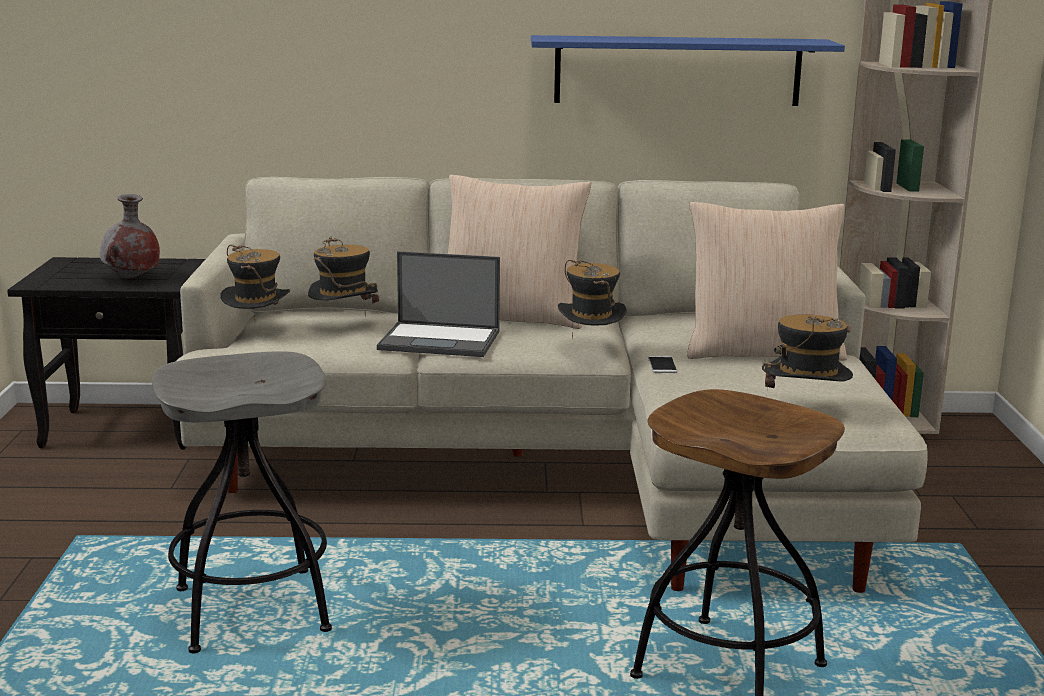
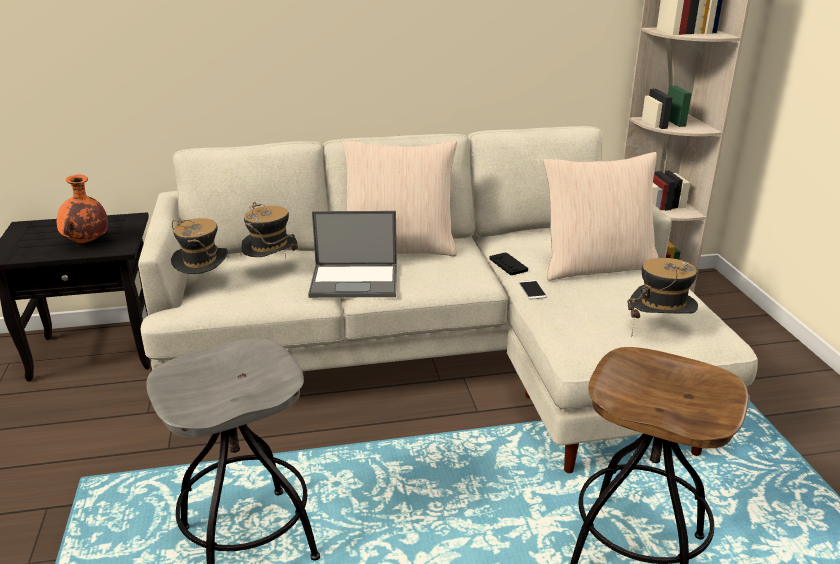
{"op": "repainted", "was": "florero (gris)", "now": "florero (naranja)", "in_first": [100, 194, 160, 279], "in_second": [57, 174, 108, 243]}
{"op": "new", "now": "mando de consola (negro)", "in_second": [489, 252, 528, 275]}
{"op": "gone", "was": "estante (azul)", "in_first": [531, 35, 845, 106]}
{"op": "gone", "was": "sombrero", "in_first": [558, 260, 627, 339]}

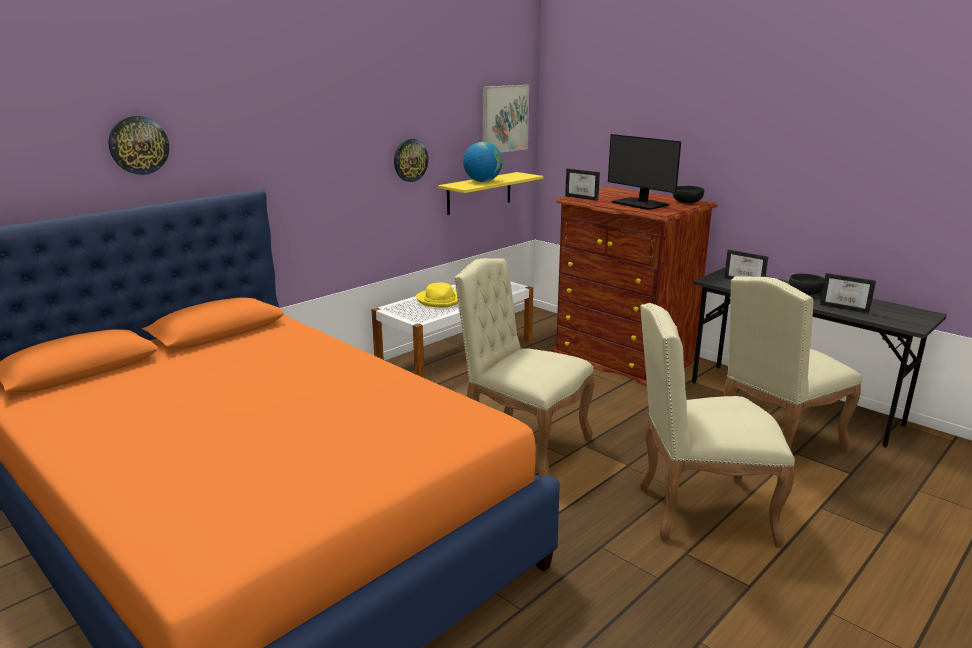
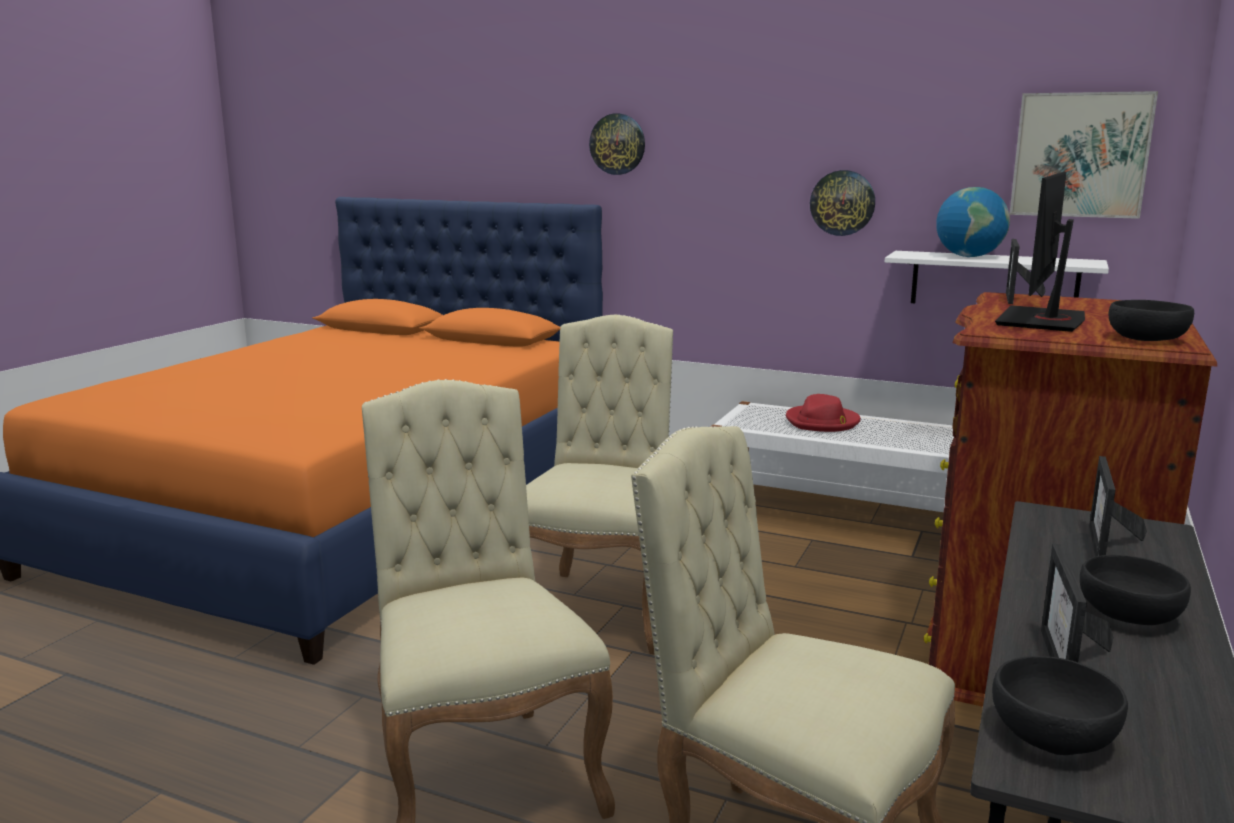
{"op": "shifted", "was": "reloj de pared", "in_first": [108, 116, 169, 175], "in_second": [589, 113, 645, 175]}
{"op": "repainted", "was": "sombrero (amarillo)", "now": "sombrero (rojo)", "in_first": [416, 282, 458, 308], "in_second": [786, 394, 861, 432]}
{"op": "repainted", "was": "estante (amarillo)", "now": "estante (blanco)", "in_first": [438, 172, 543, 215], "in_second": [885, 251, 1109, 303]}
{"op": "new", "now": "cuenco (negro)", "in_second": [992, 656, 1128, 755]}

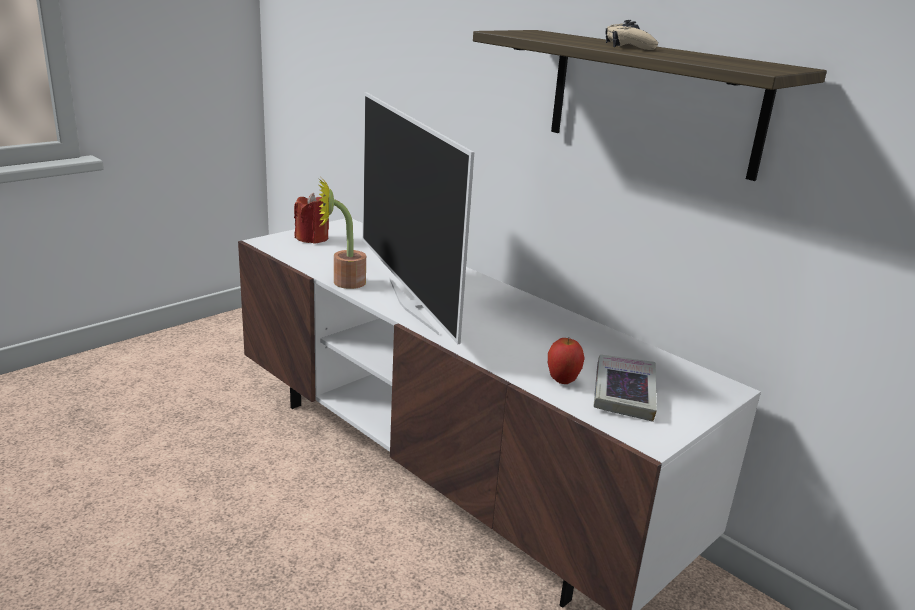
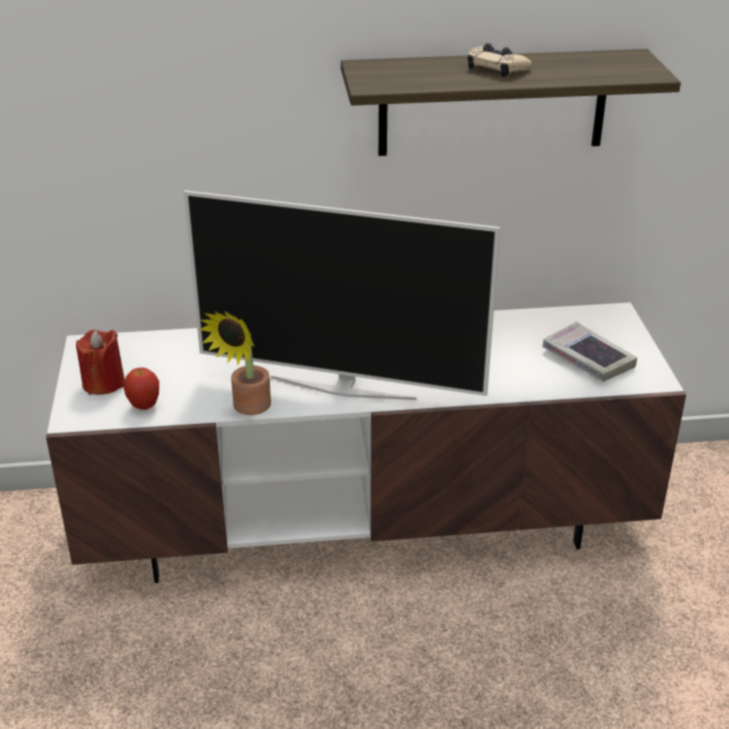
{"op": "shifted", "was": "manzana", "in_first": [548, 338, 585, 384], "in_second": [124, 367, 159, 410]}

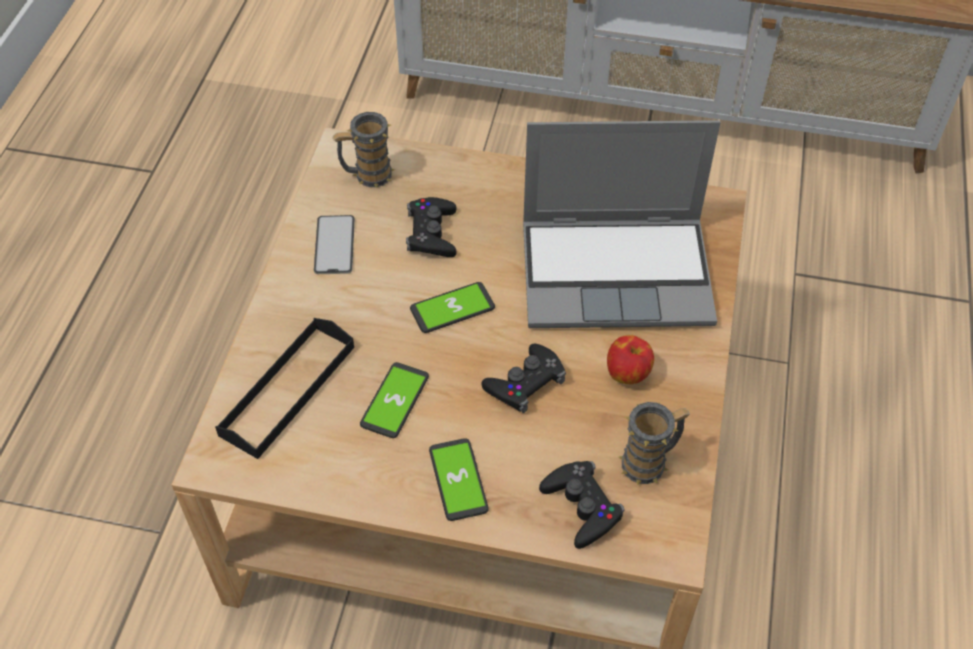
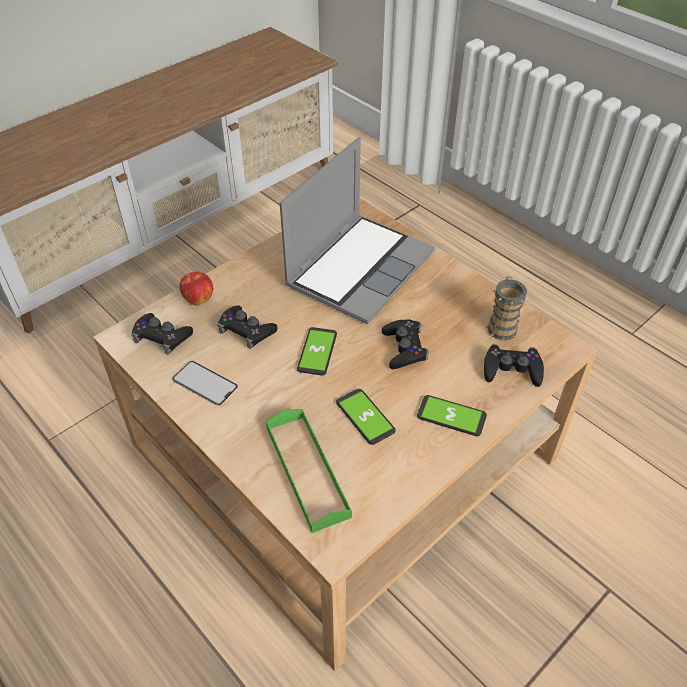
{"op": "swapped", "was": "taza grande", "now": "mando de consola (negro)", "in_first": [332, 112, 395, 187], "in_second": [132, 313, 193, 354]}
{"op": "shifted", "was": "manzana", "in_first": [607, 335, 654, 384], "in_second": [179, 272, 213, 306]}
{"op": "repainted", "was": "bandeja (negro)", "now": "bandeja (verde)", "in_first": [215, 318, 354, 459], "in_second": [266, 409, 352, 533]}

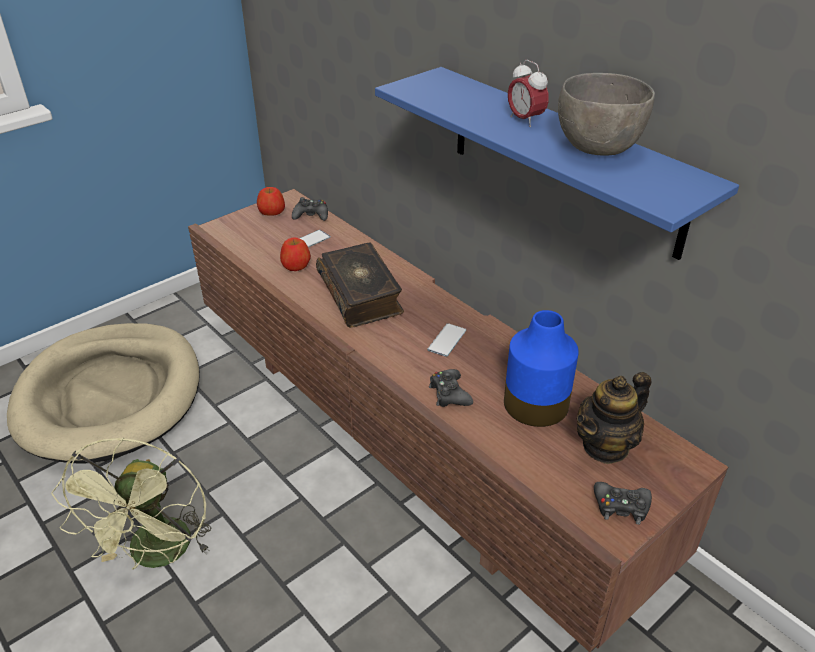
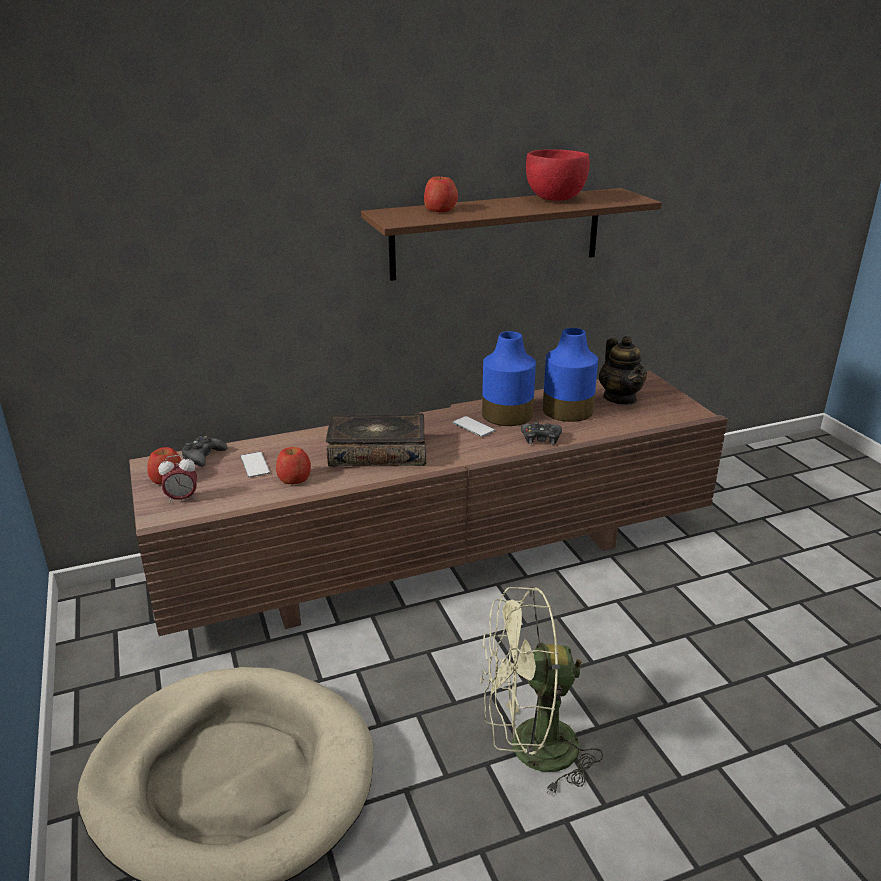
{"op": "shifted", "was": "despertador", "in_first": [508, 60, 549, 127], "in_second": [158, 455, 197, 504]}
{"op": "repainted", "was": "estante (azul)", "now": "estante (marrón)", "in_first": [375, 67, 739, 260], "in_second": [361, 188, 662, 281]}
{"op": "new", "now": "manzana", "in_second": [424, 175, 458, 212]}
{"op": "rotated", "was": "ventilador (verde)", "in_first": [51, 437, 212, 570], "in_second": [481, 587, 603, 796], "clockwise": 150}
{"op": "new", "now": "florero (azul)", "in_second": [482, 331, 536, 426]}
{"op": "repainted", "was": "cuenco (gris)", "now": "cuenco (rojo)", "in_first": [558, 73, 655, 155], "in_second": [526, 149, 590, 201]}
{"op": "gone", "was": "mando de consola (negro)", "in_first": [594, 482, 652, 525]}

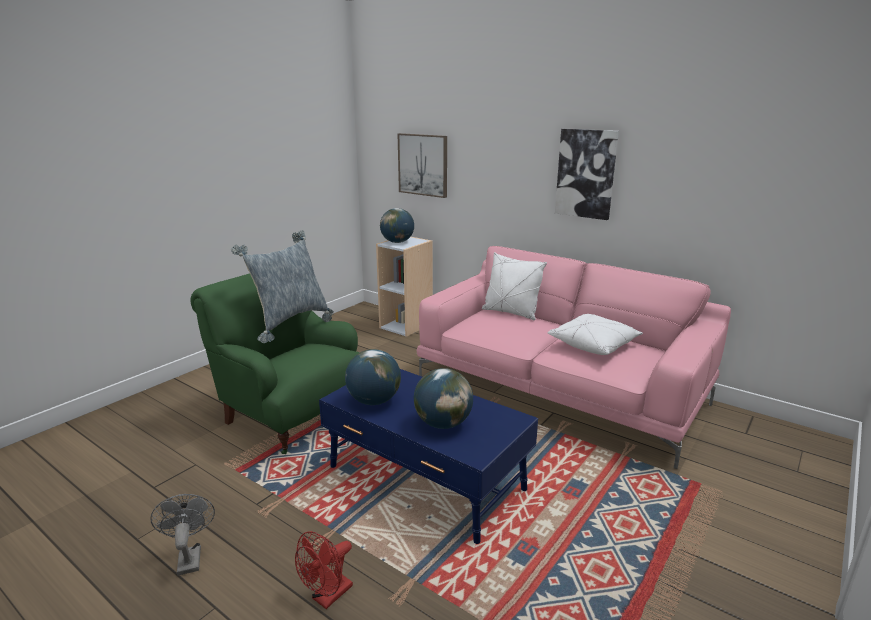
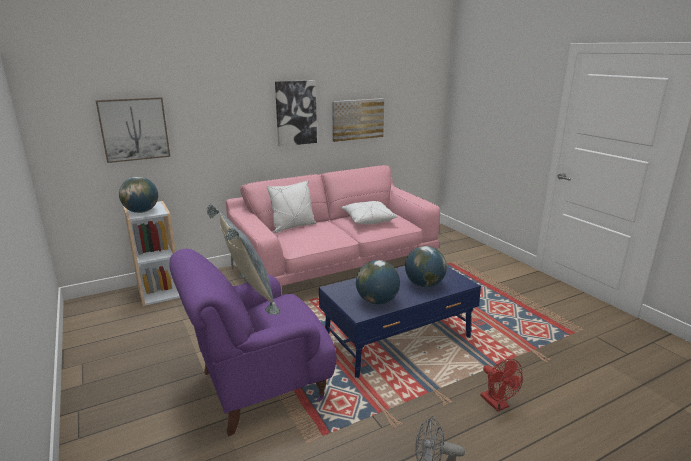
{"op": "repainted", "was": "sillón (verde)", "now": "sillón (morado)", "in_first": [191, 273, 360, 454], "in_second": [169, 249, 337, 436]}
{"op": "new", "now": "cuadro", "in_second": [332, 98, 384, 142]}

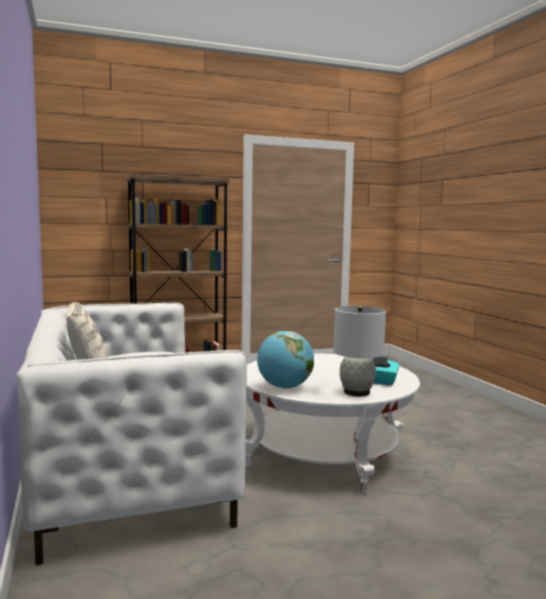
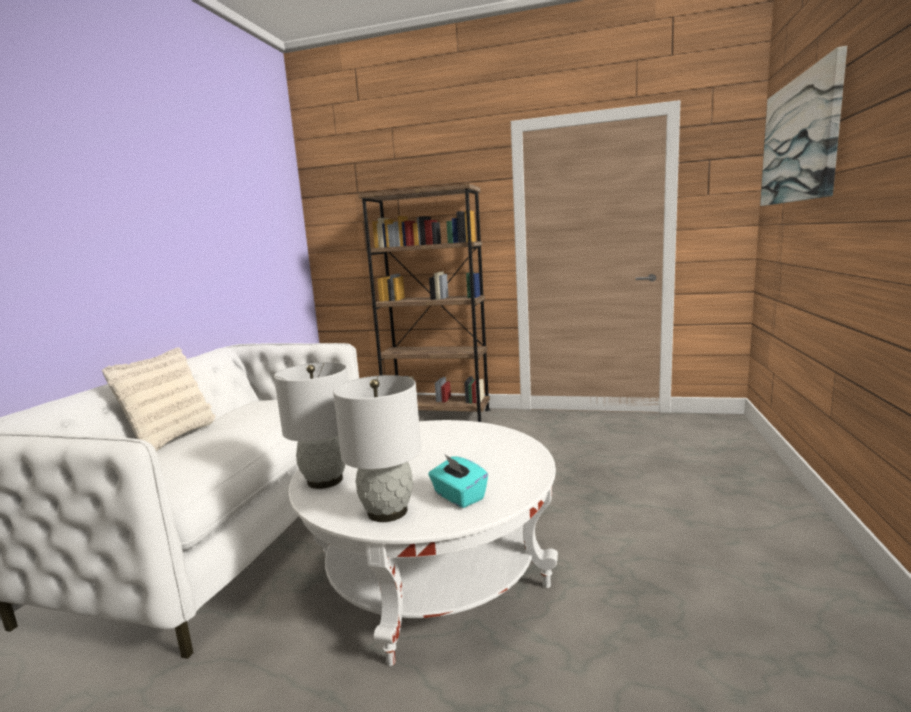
{"op": "swapped", "was": "globo terráqueo", "now": "lámpara de mesa (blanco)", "in_first": [257, 331, 314, 389], "in_second": [274, 362, 348, 489]}
{"op": "new", "now": "cuadro", "in_second": [760, 46, 847, 206]}

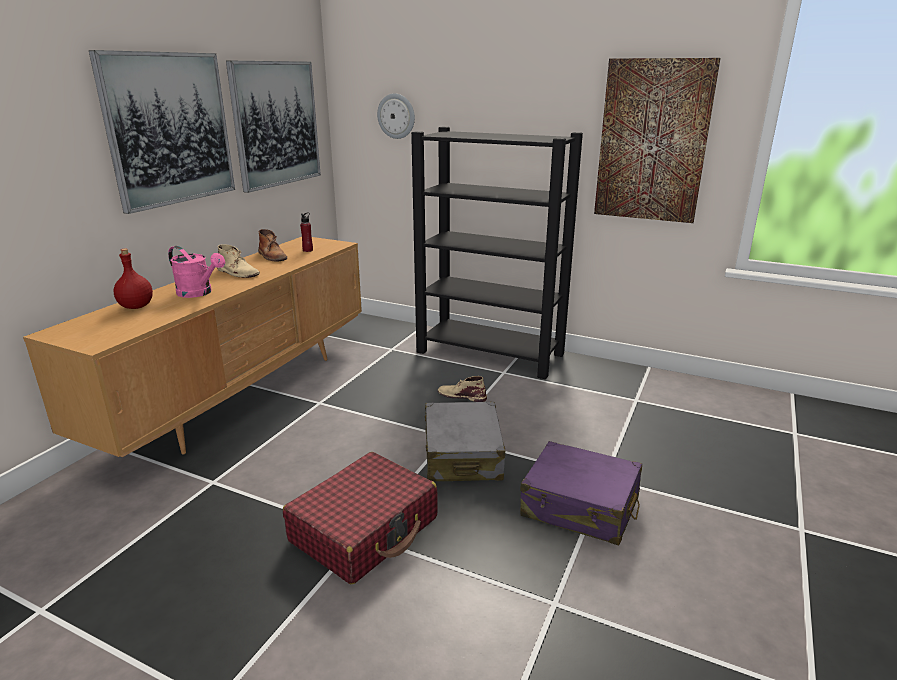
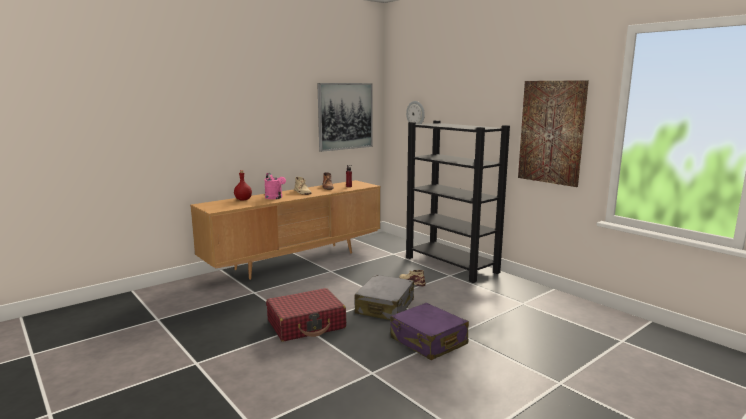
{"op": "gone", "was": "cuadro", "in_first": [89, 50, 235, 214]}

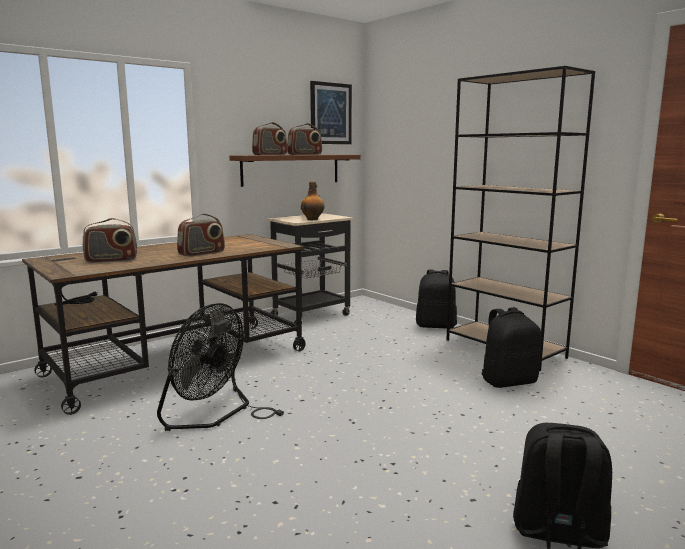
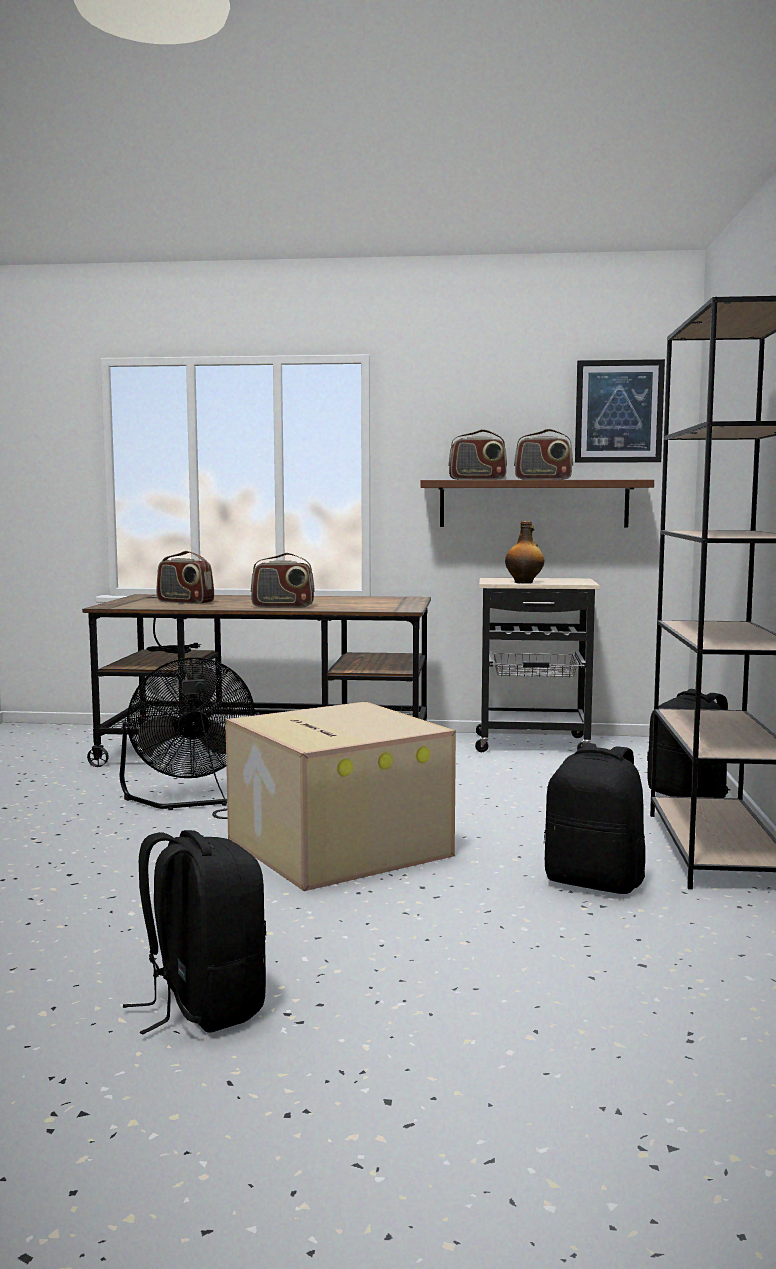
{"op": "new", "now": "caja de cartón", "in_second": [225, 701, 456, 891]}

